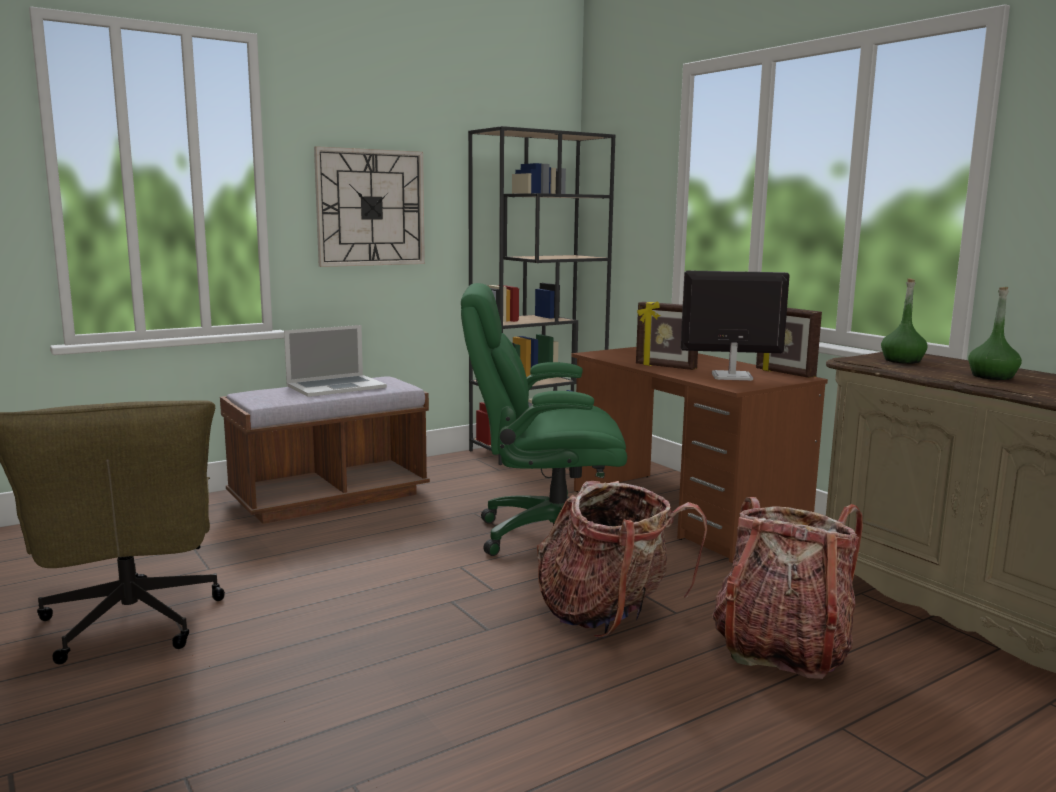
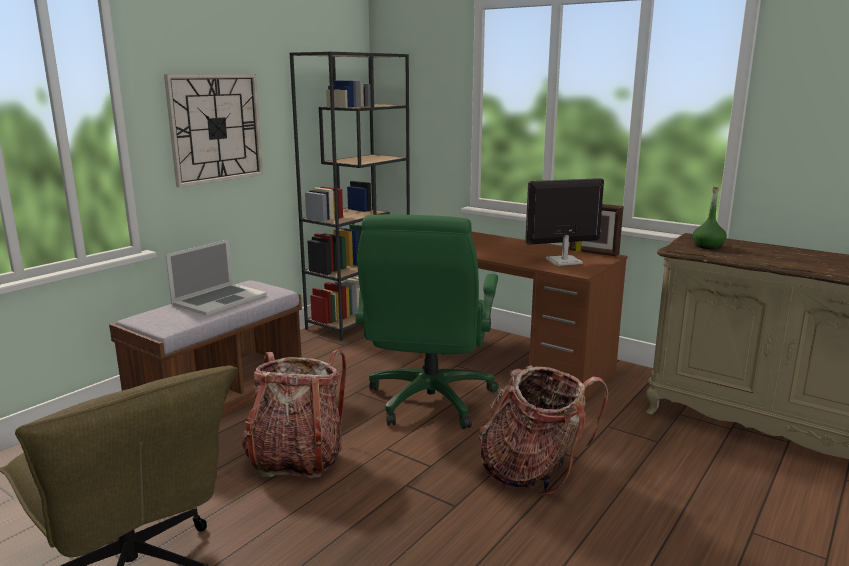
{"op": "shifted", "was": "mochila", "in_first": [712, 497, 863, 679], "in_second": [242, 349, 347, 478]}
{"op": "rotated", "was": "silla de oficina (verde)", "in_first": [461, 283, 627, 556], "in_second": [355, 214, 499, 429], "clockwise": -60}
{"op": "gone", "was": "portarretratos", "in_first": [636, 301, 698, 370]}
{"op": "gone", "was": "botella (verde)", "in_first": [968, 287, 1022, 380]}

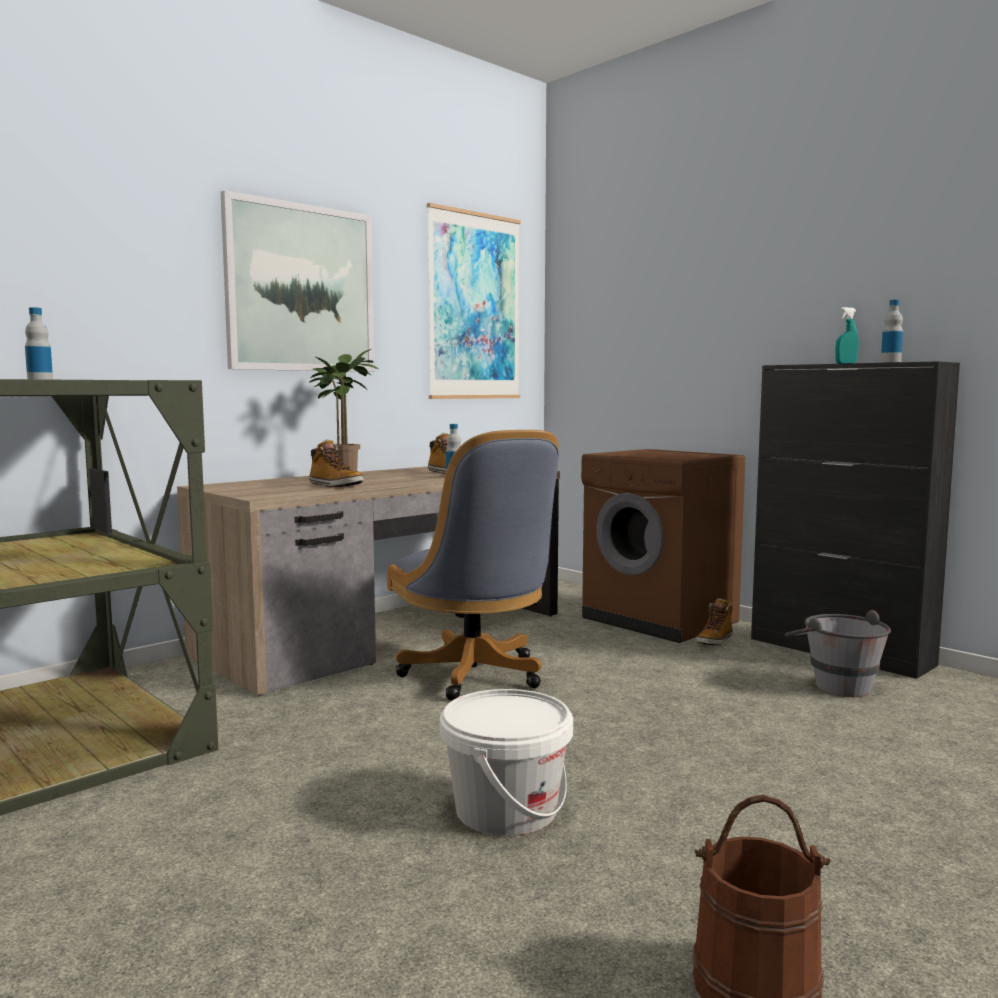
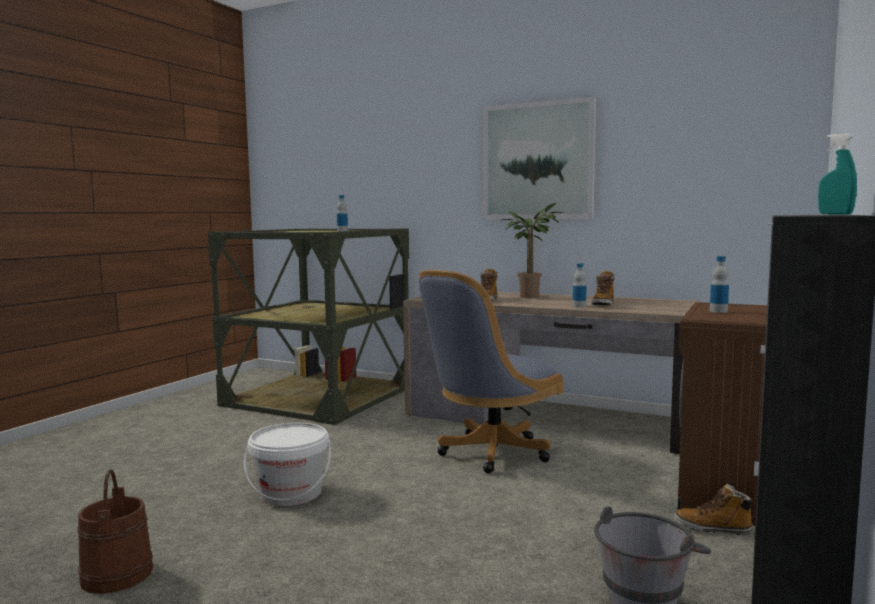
{"op": "shifted", "was": "botella", "in_first": [881, 300, 903, 363], "in_second": [710, 256, 729, 313]}
{"op": "gone", "was": "cuadro", "in_first": [427, 203, 521, 399]}

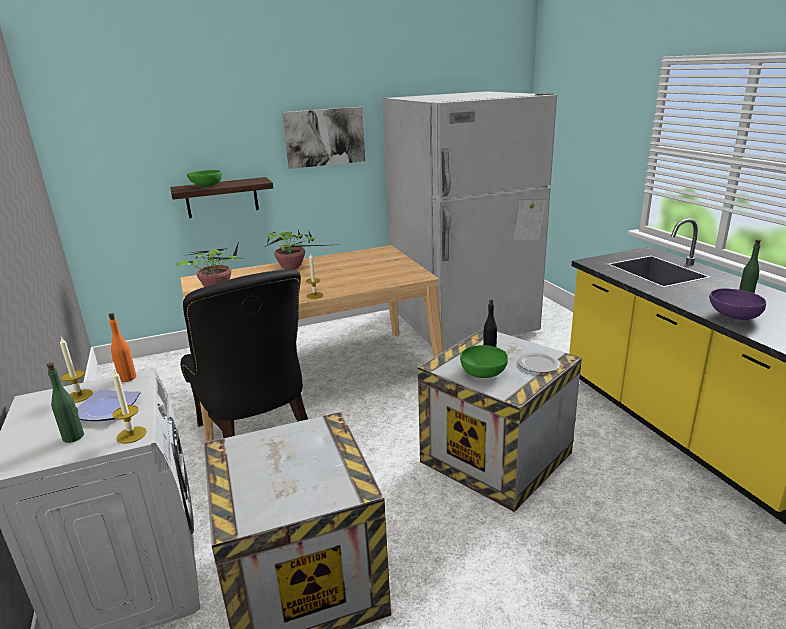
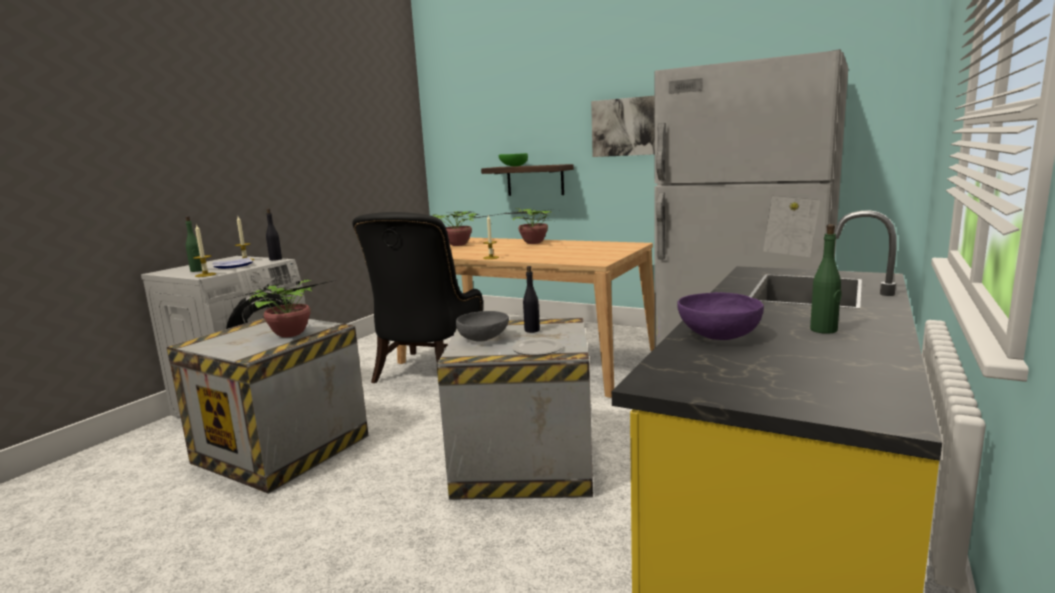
{"op": "new", "now": "planta en maceta", "in_second": [242, 280, 336, 338]}
{"op": "repainted", "was": "botella (naranja)", "now": "botella (negro)", "in_first": [109, 313, 136, 382], "in_second": [266, 209, 282, 261]}
{"op": "repainted", "was": "cuenco (verde)", "now": "cuenco (gris)", "in_first": [460, 345, 508, 378], "in_second": [456, 311, 509, 341]}

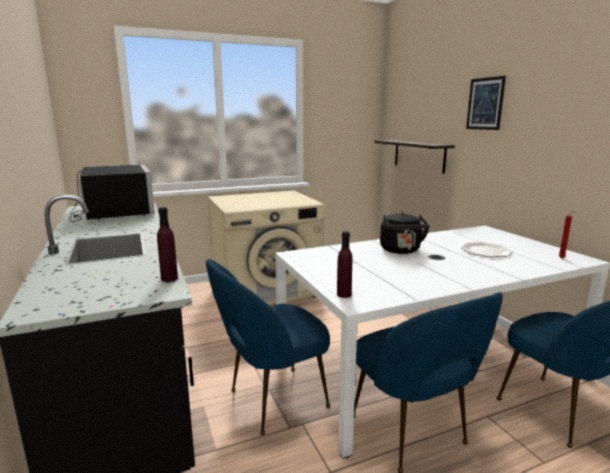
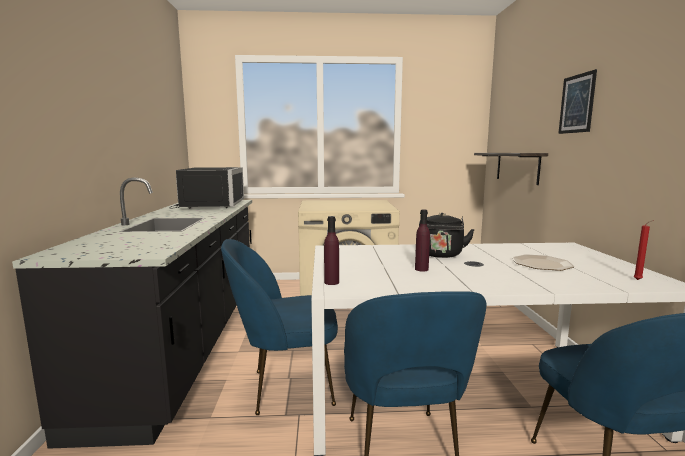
{"op": "shifted", "was": "botella (morado)", "in_first": [157, 207, 178, 282], "in_second": [415, 209, 430, 271]}

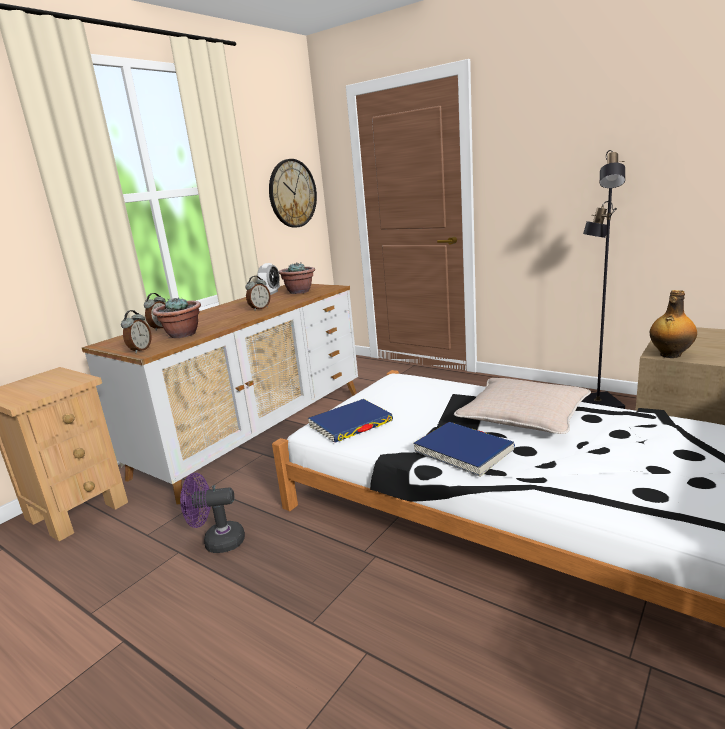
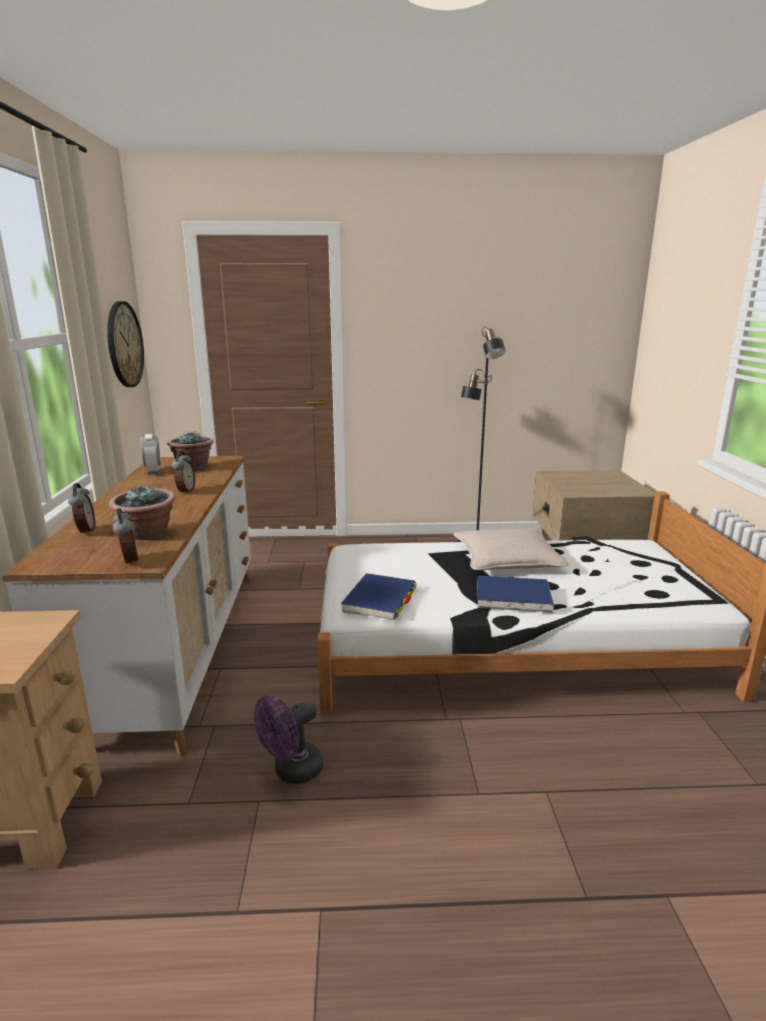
{"op": "gone", "was": "botella", "in_first": [650, 290, 697, 358]}

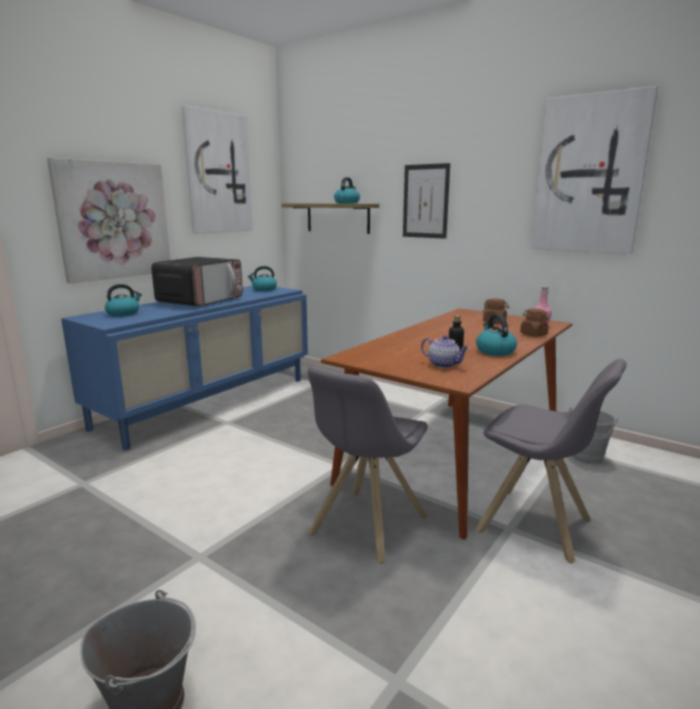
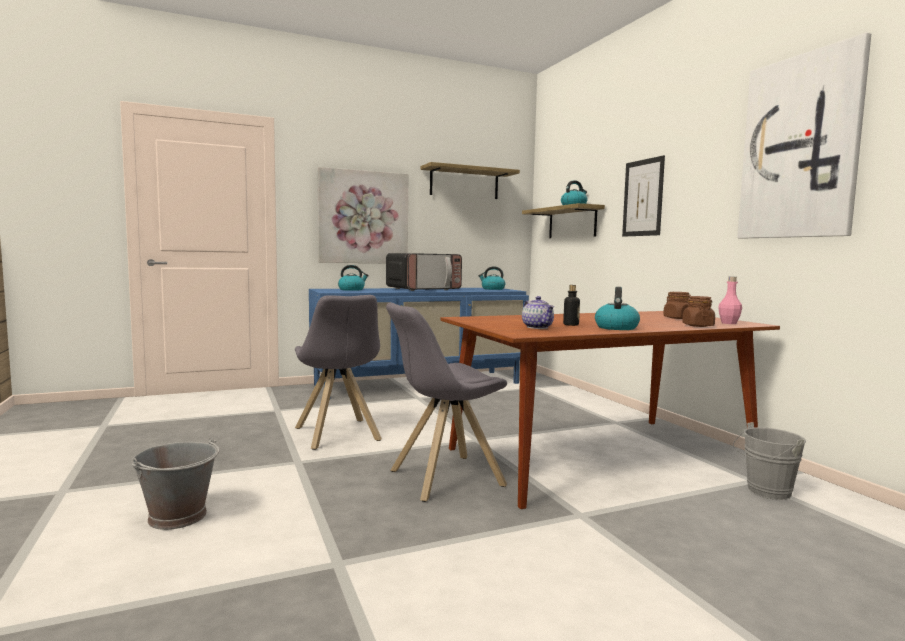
{"op": "shifted", "was": "silla (gris)", "in_first": [476, 359, 627, 563], "in_second": [295, 295, 382, 450]}
{"op": "swapped", "was": "cuadro", "now": "estante", "in_first": [182, 105, 253, 234], "in_second": [421, 162, 520, 199]}

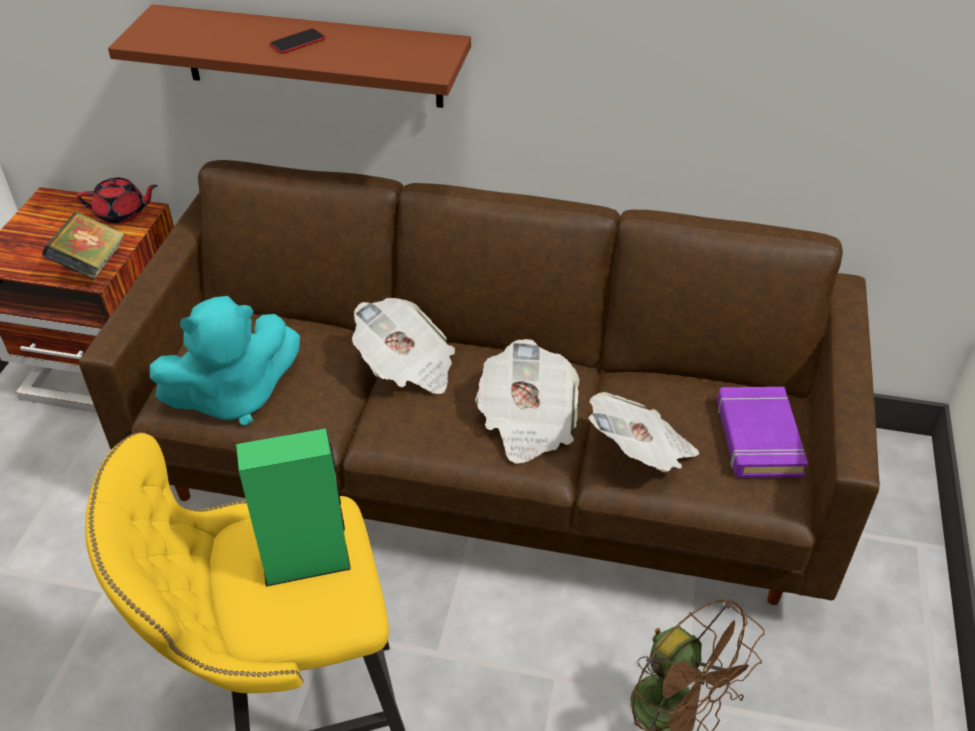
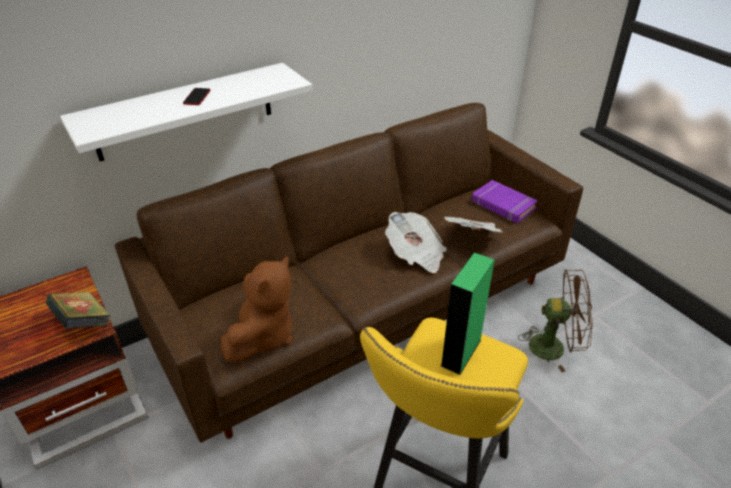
{"op": "repainted", "was": "estante (marrón)", "now": "estante (blanco)", "in_first": [108, 4, 471, 108], "in_second": [60, 63, 313, 161]}
{"op": "repainted", "was": "peluche (turquesa)", "now": "peluche (marrón)", "in_first": [150, 296, 300, 426], "in_second": [221, 257, 293, 362]}
{"op": "gone", "was": "tetera (rojo)", "in_first": [76, 178, 158, 224]}
{"op": "gone", "was": "periódico", "in_first": [352, 298, 455, 394]}

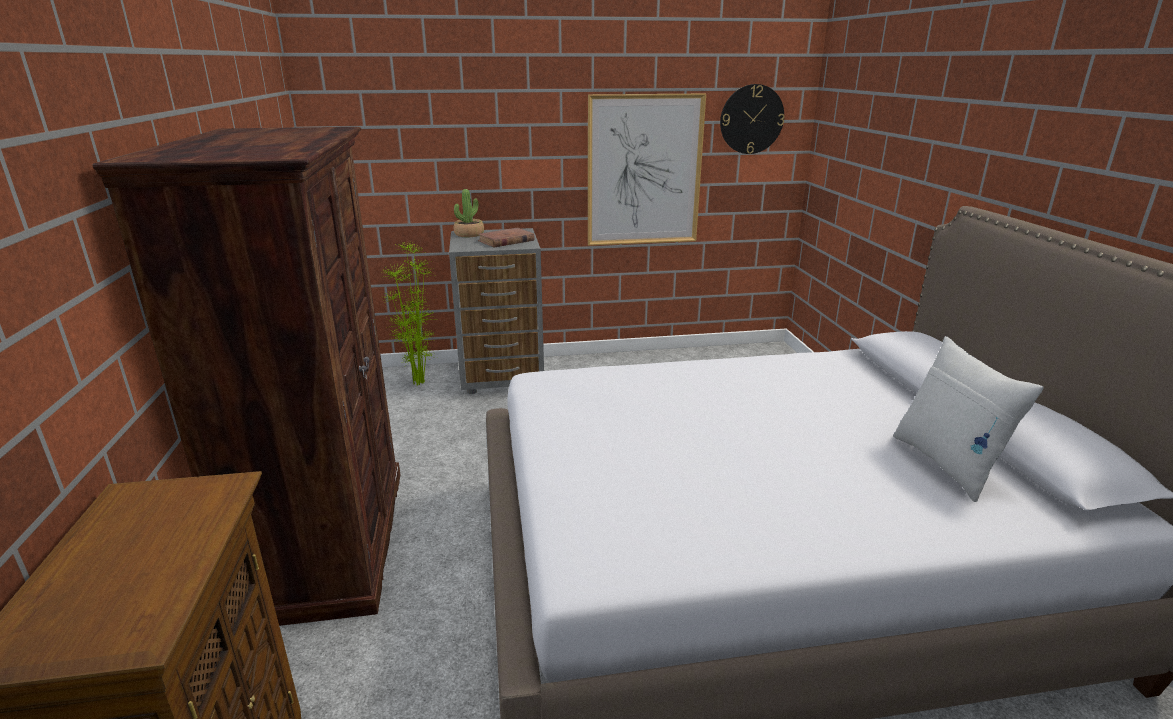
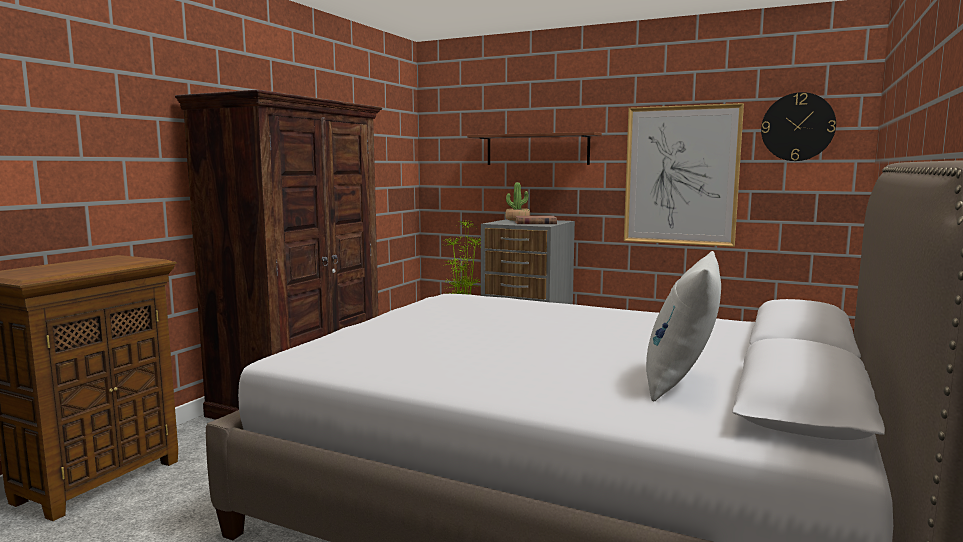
{"op": "new", "now": "estante (marrón)", "in_second": [467, 132, 602, 165]}

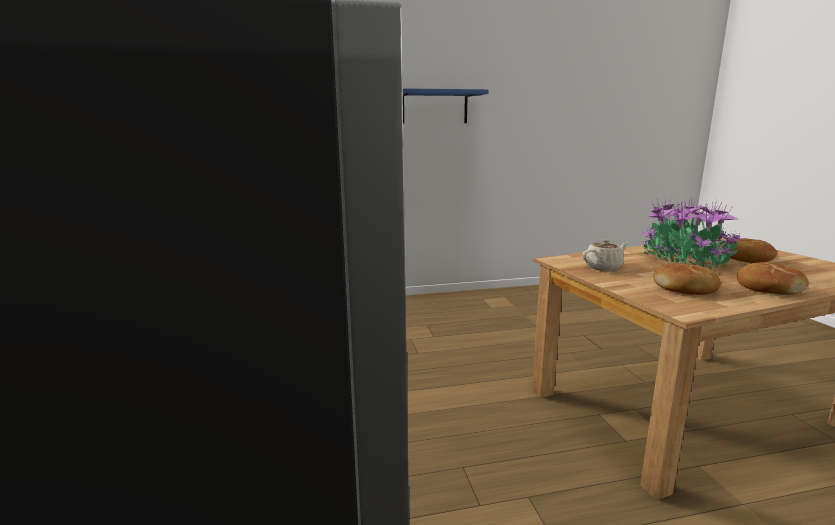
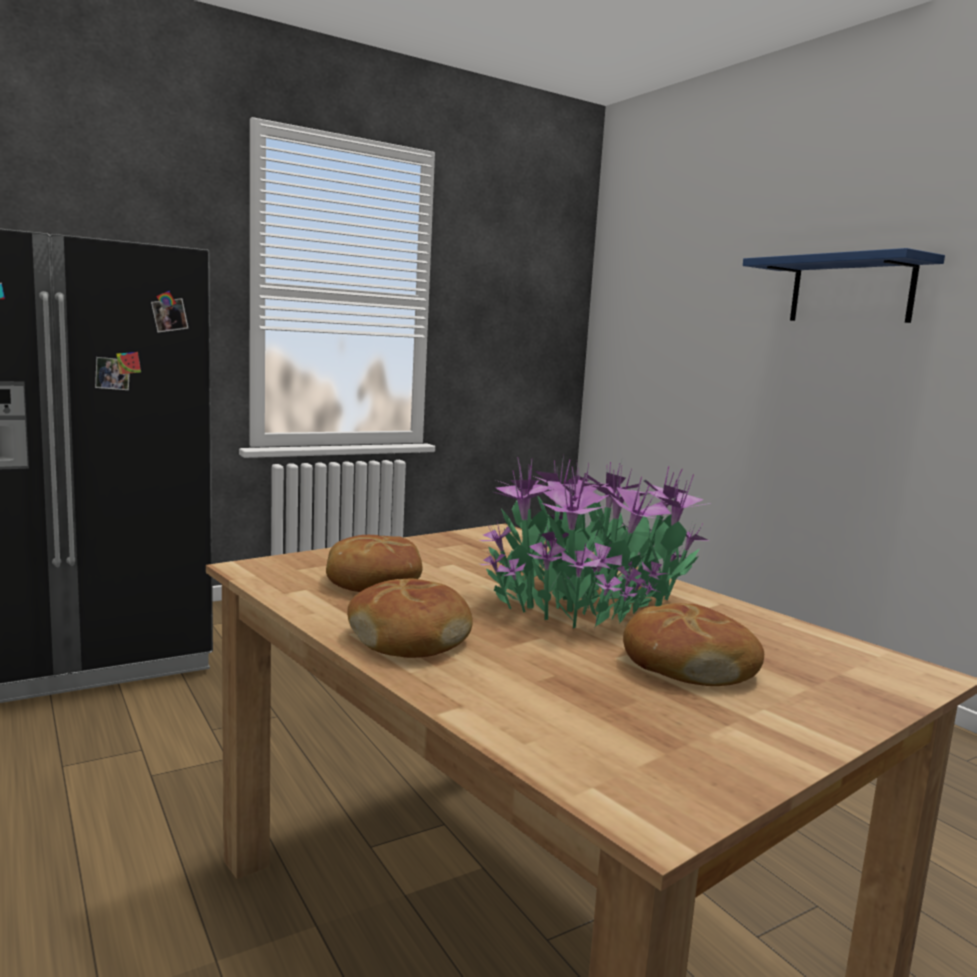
{"op": "gone", "was": "tetera (beis)", "in_first": [582, 239, 628, 271]}

